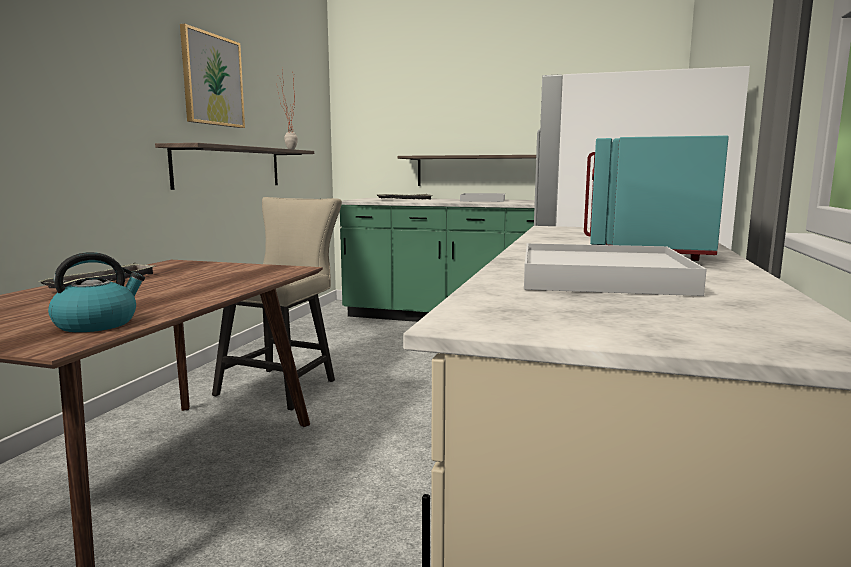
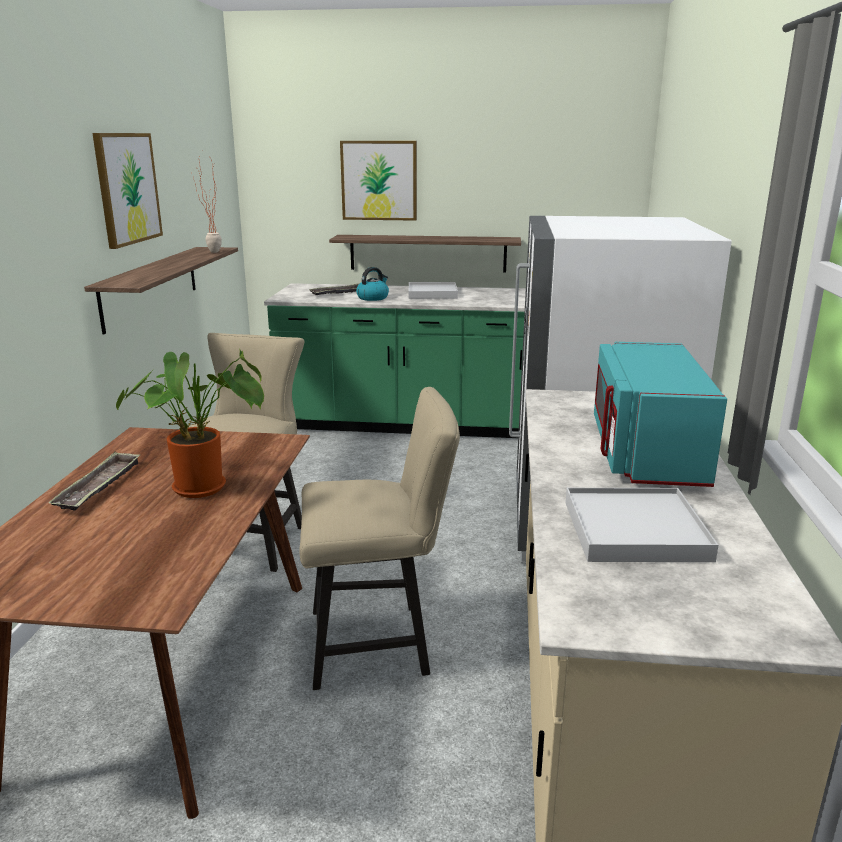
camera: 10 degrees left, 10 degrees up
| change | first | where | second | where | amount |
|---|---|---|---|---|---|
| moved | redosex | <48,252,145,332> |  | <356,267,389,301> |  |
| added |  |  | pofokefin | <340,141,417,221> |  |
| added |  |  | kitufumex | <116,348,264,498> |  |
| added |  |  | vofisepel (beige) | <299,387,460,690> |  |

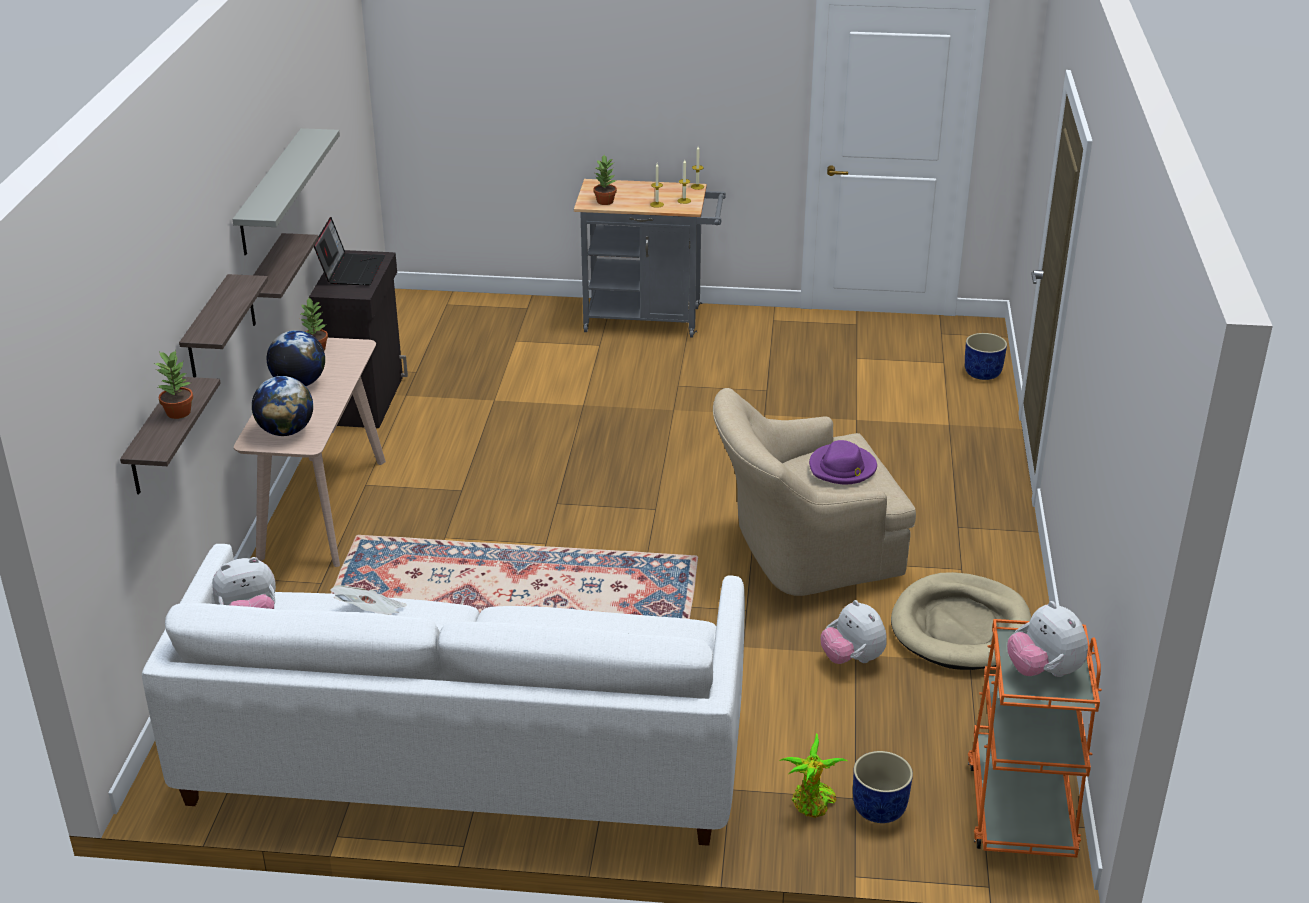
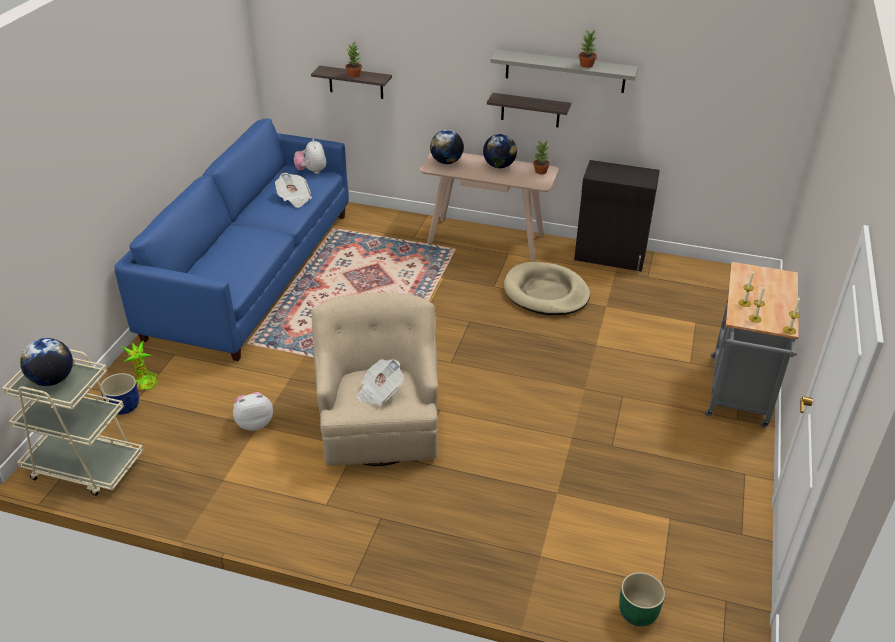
camera: 100 degrees right, 5 degrees up
| change | first | where | second | where | amount |
|---|---|---|---|---|---|
| moved | kitufumex | <593,155,617,205> |  | <579,30,597,68> |  |
| removed | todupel | <314,217,385,285> |  |  |  |
| removed | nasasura | <179,274,268,377> |  |  |  |
| recoloured | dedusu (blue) | <965,333,1007,380> | dedusu (green) | <619,572,665,627> |  |
| replaced | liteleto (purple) | <809,440,877,484> | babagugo | <356,359,404,406> |  |
| recoloured | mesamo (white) | <142,544,745,846> | mesamo (blue) | <114,118,349,361> |  |
| moved | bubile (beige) | <891,572,1031,670> |  | <504,262,590,315> |  |
| replaced | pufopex | <1007,601,1088,677> | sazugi | <20,338,73,386> |  |
| recoloured | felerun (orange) | <968,619,1102,858> | felerun (beige) | <2,349,144,496> |  |

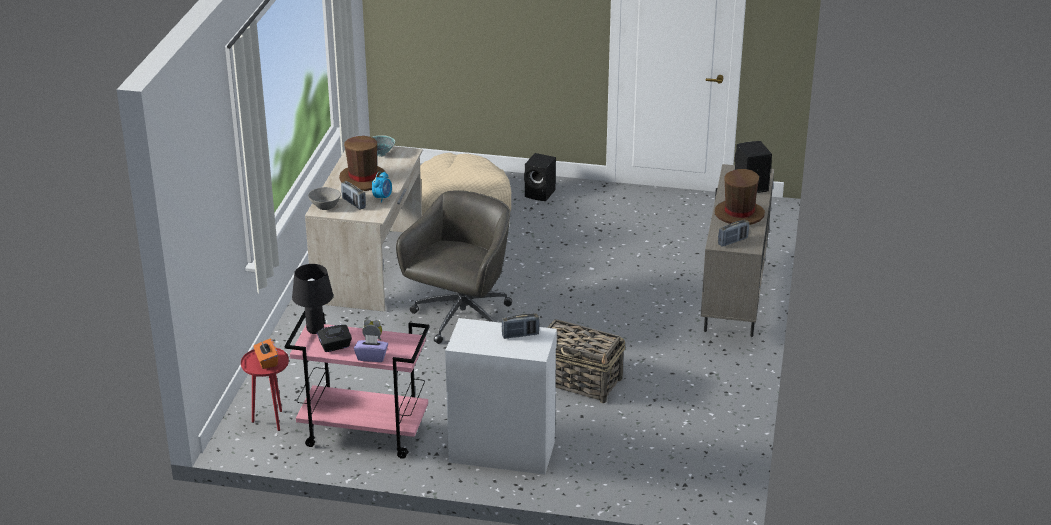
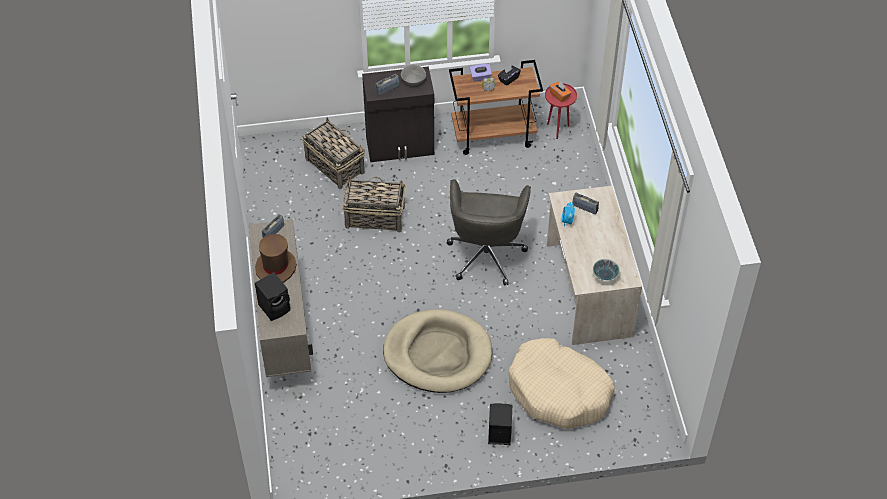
camera: 160 degrees right, 20 degrees up
| change | first | where | second | where | amount |
|---|---|---|---|---|---|
| removed | liteleto (brown) | <339,136,386,191> |  |  |  |
| moved | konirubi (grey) | <308,187,341,210> |  | <401,65,426,85> |  |
| removed | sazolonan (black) | <292,264,333,334> |  |  |  |
| recoloured | felerun (pink) | <285,311,430,459> | felerun (brown) | <449,60,543,155> |  |
| recoloured | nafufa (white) | <445,318,557,475> | nafufa (black) | <362,66,434,162> |  |
| added |  |  | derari | <302,117,365,189> |  |
| added |  |  | bubile (beige) | <383,309,492,393> |  |

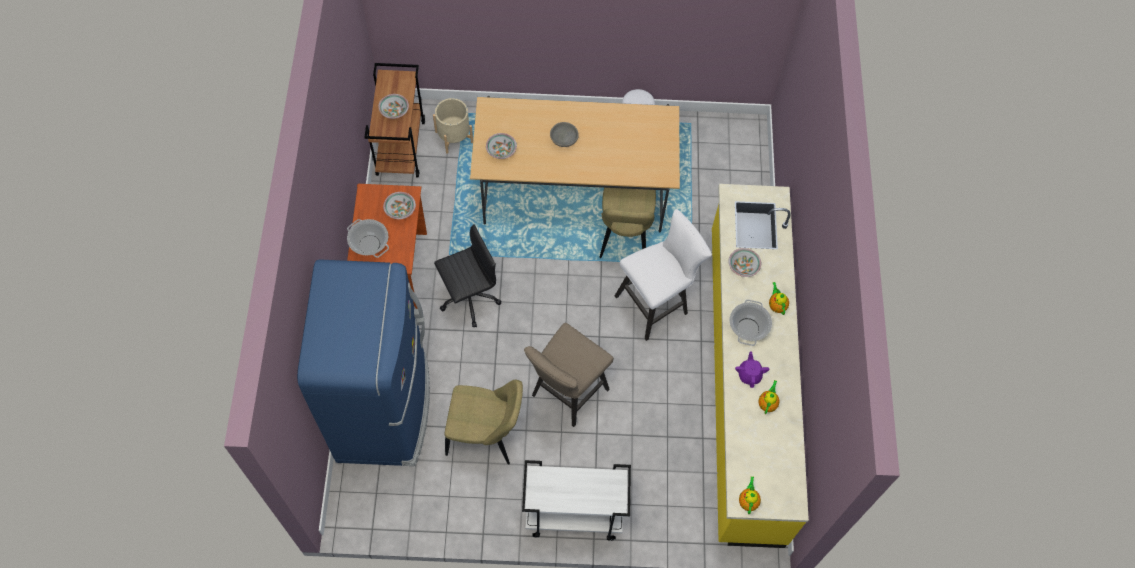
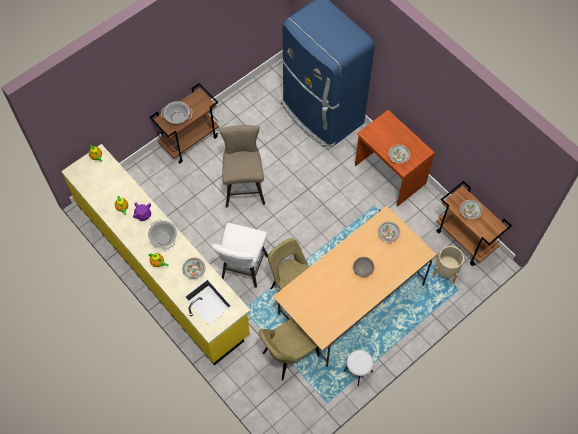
camera: 140 degrees right, 0 degrees up
| change | first | where | second | where | amount |
|---|---|---|---|---|---|
| moved | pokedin | <347,219,389,258> |  | <161,101,192,124> |  |
| removed | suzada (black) | <434,224,501,327> |  |  |  |
| moved | vofisepel (beige) | <445,380,523,465> |  | <259,318,320,381> |  |
| recoloured | felerun (white) | <522,460,631,541> | felerun (brown) | <149,83,219,164> |  |

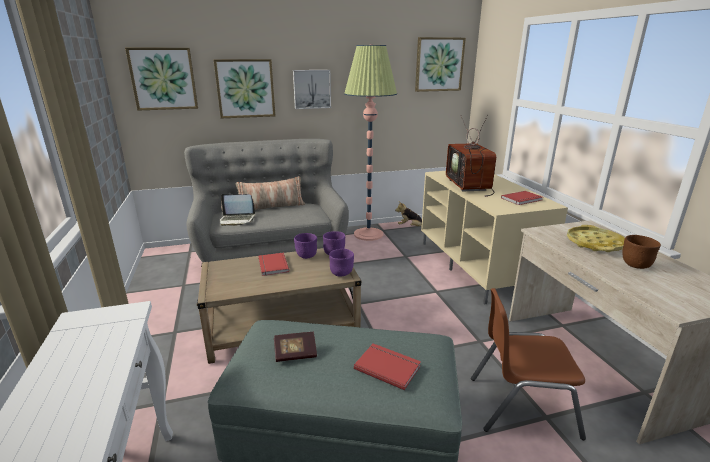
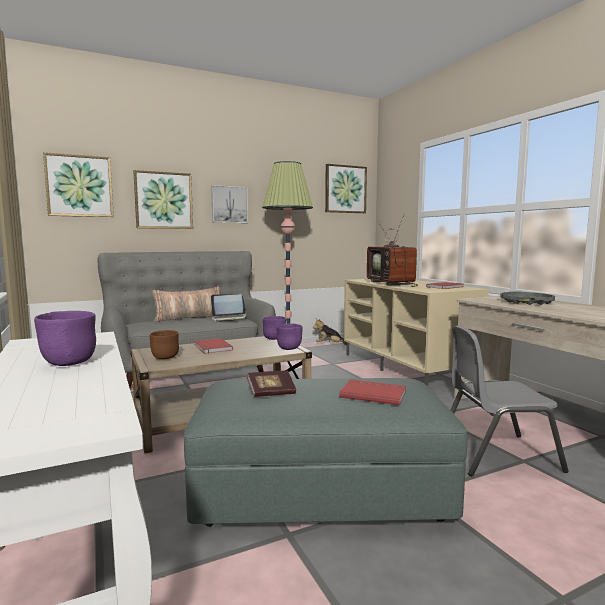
camera: 10 degrees left, 15 degrees down
| change | first | where | second | where | amount |
|---|---|---|---|---|---|
| moved | todupel | <220,194,255,226> |  | <211,294,247,322> |  |
| recoloured | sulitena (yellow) | <567,225,625,252> | sulitena (grey) | <500,291,555,305> |  |
| moved | konirubi (purple) | <294,233,317,259> |  | <34,311,96,366> |  |
| moved | konirubi (brown) | <622,235,661,269> |  | <150,330,179,359> |  |
| recoloured | vofisepel (brown) | <471,288,586,440> | vofisepel (grey) | <451,326,568,476> |  |

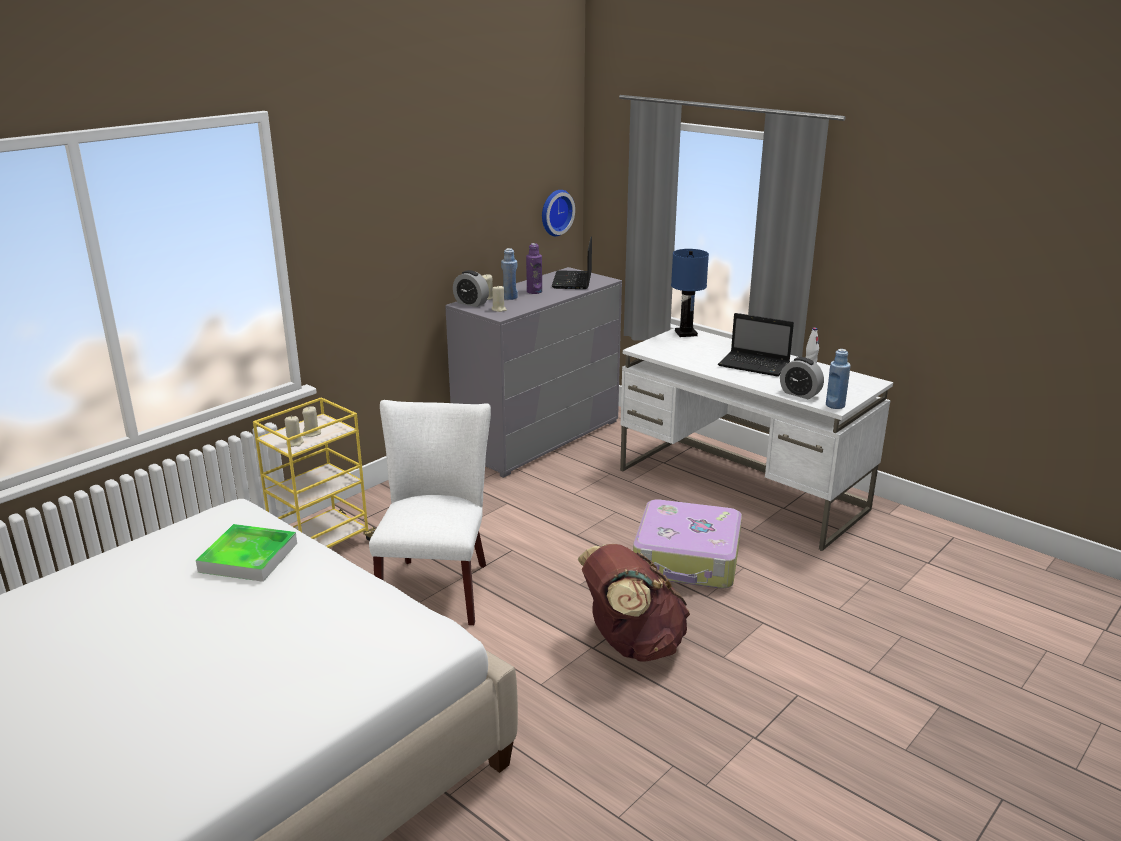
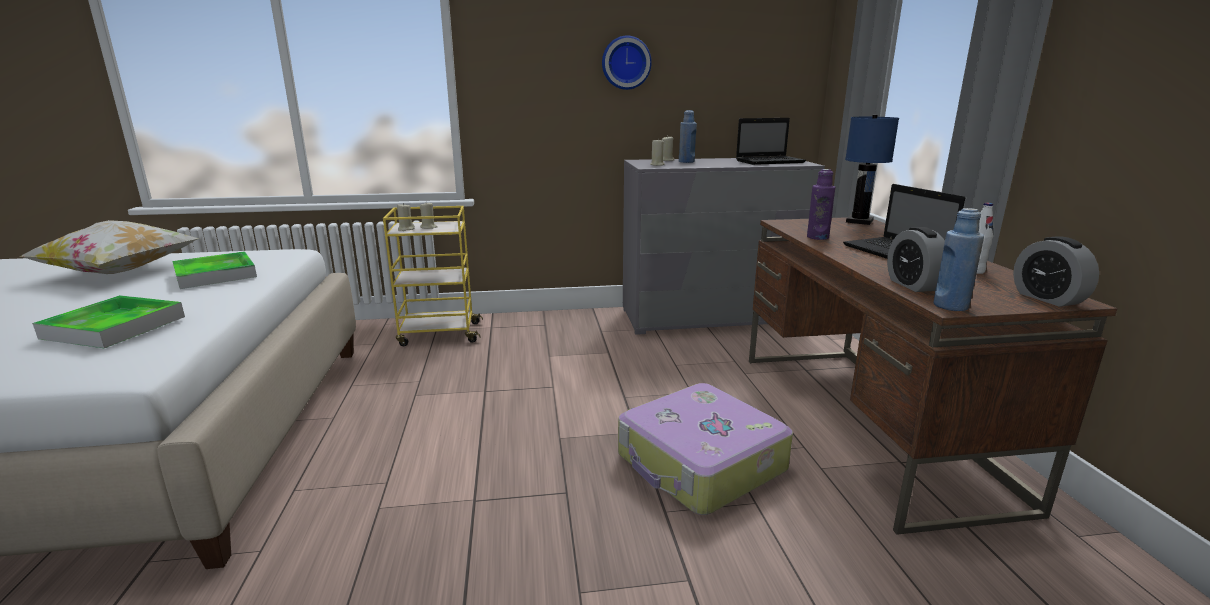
camera: 40 degrees right, 5 degrees down
| change | first | where | second | where | amount |
|---|---|---|---|---|---|
| moved | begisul | <542,190,575,236> |  | <602,36,652,90> |  |
| turned | todupel | <552,237,592,289> |  | <736,118,806,165> | 150 degrees counterclockwise |
| moved | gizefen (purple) | <526,243,542,294> |  | <807,169,836,240> |  |
| moved | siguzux | <453,270,489,307> |  | <1013,236,1099,307> |  |
| recoloured | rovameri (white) | <620,326,893,551> | rovameri (brown) | <749,217,1117,535> |  |
| removed | vofisepel (white) | <369,400,491,625> |  |  |  |
| removed | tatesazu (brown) | <578,544,690,662> |  |  |  |
| added |  |  | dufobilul | <20,220,199,274> |  |
| added |  |  | sulitena | <32,295,185,348> |  |

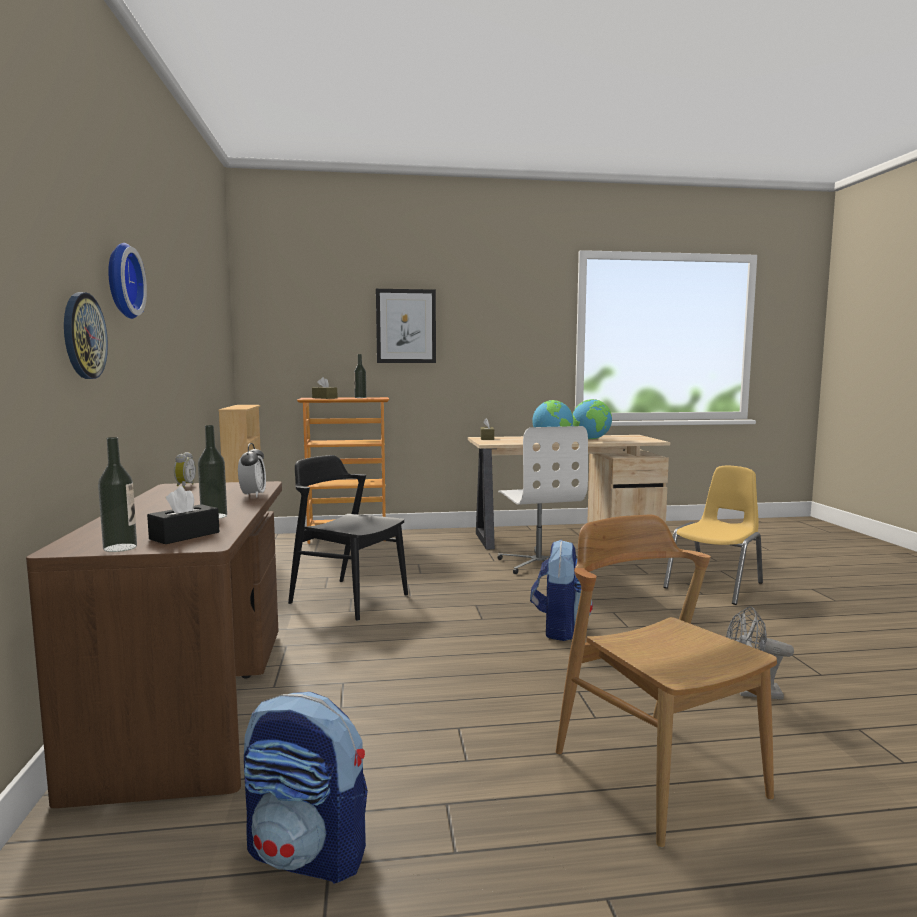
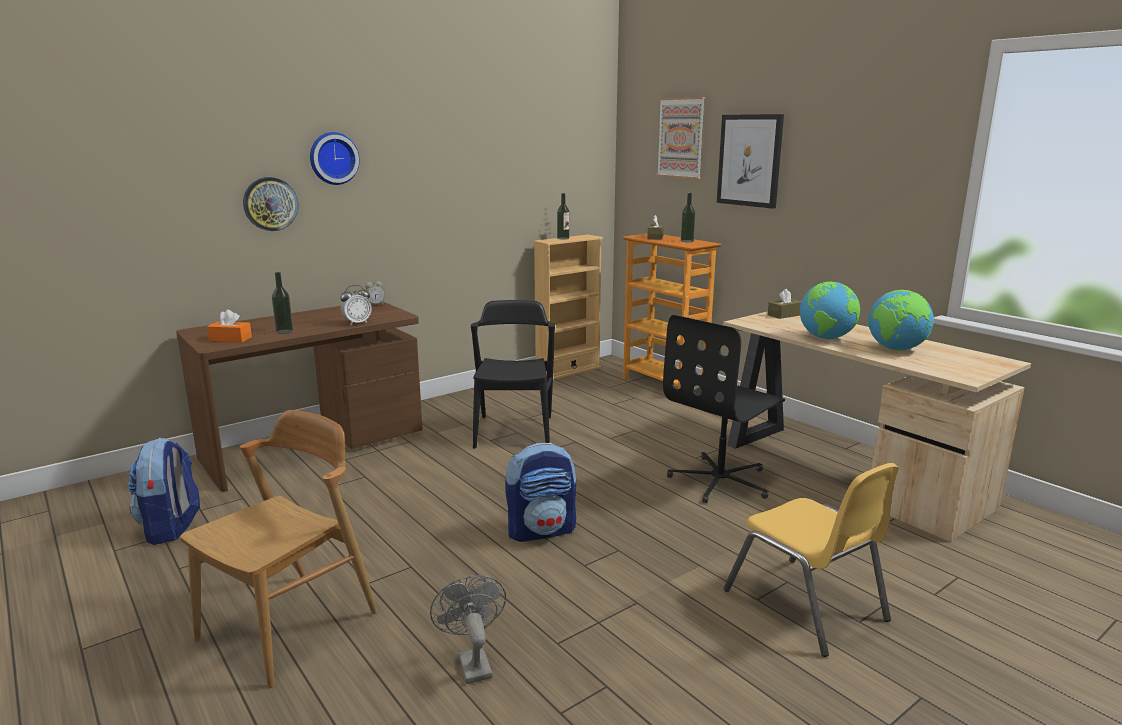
camera: 60 degrees right, 10 degrees up
| change | first | where | second | where | amount |
|---|---|---|---|---|---|
| recoloured | suzada (white) | <497,426,588,574> | suzada (black) | <663,315,785,503> |  |
| moved | gizefen | <98,437,137,552> |  | <557,193,569,239> |  |
| turned | vofisepel (yellow) | <663,466,763,605> |  | <723,463,899,657> | 45 degrees clockwise |
| recoloured | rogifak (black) | <147,486,219,544> | rogifak (orange) | <207,310,252,342> |  |
| added |  |  | pofokefin | <657,97,705,179> |  |

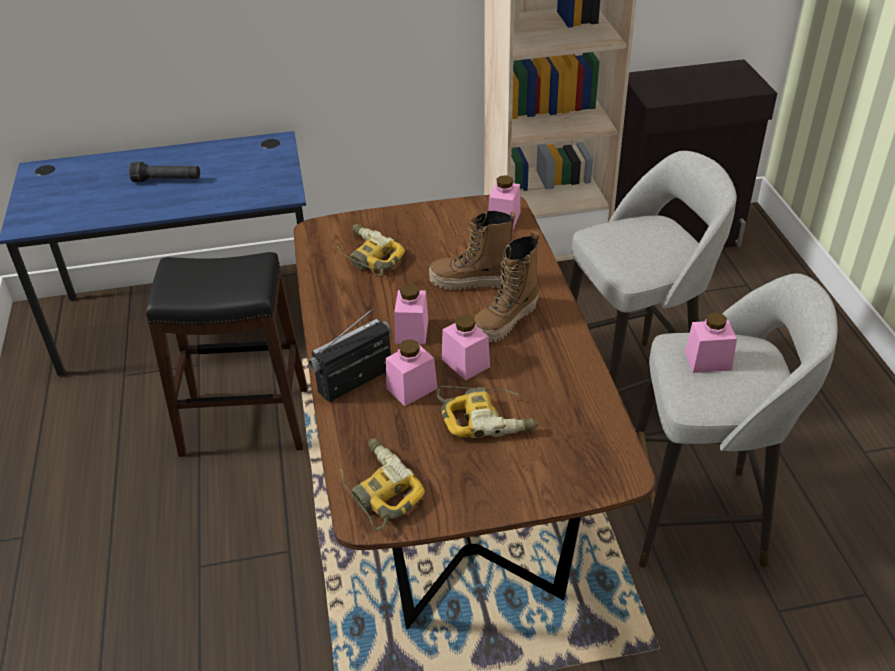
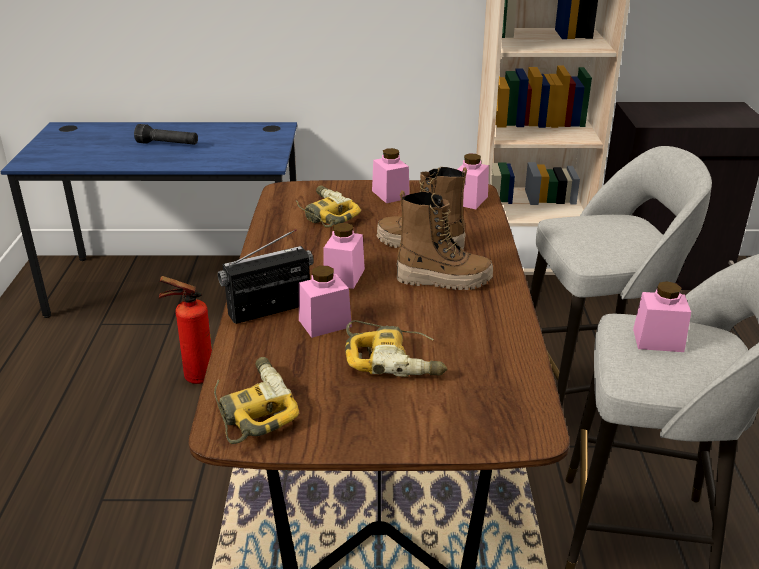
camera: 10 degrees right, 10 degrees down
| change | first | where | second | where | amount |
|---|---|---|---|---|---|
| turned | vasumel | <474,231,540,343> |  | <396,191,493,290> | 135 degrees counterclockwise |
| replaced | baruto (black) | <146,252,308,457> | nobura | <159,276,212,384> |  |
| moved | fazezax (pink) | <442,314,490,380> |  | <372,148,410,203> |  |

